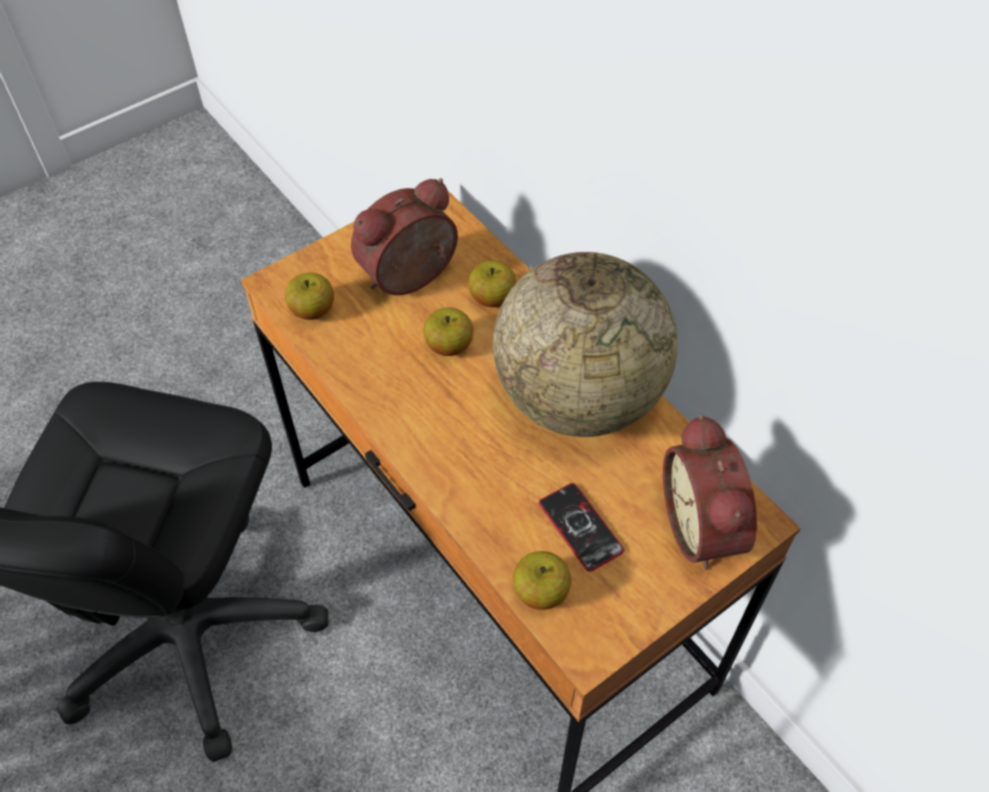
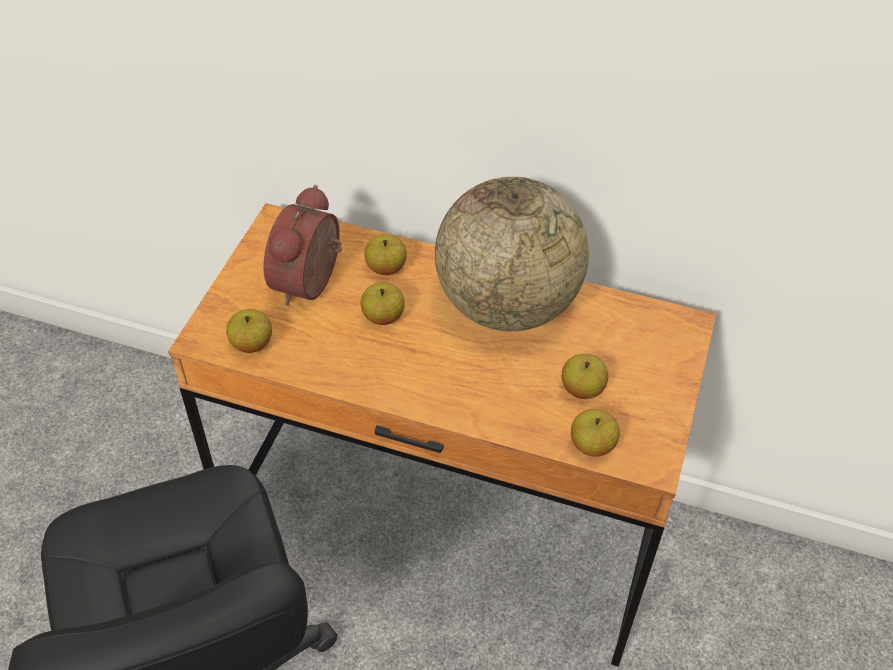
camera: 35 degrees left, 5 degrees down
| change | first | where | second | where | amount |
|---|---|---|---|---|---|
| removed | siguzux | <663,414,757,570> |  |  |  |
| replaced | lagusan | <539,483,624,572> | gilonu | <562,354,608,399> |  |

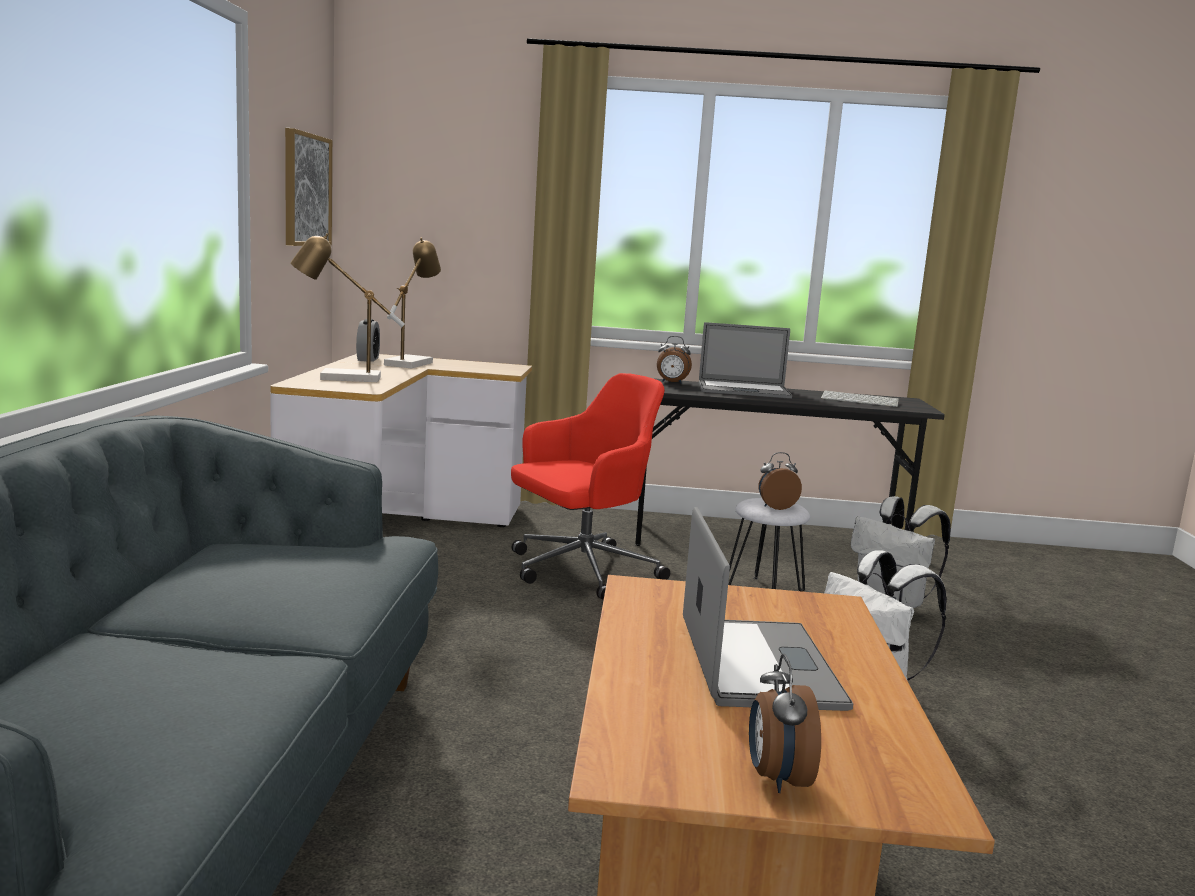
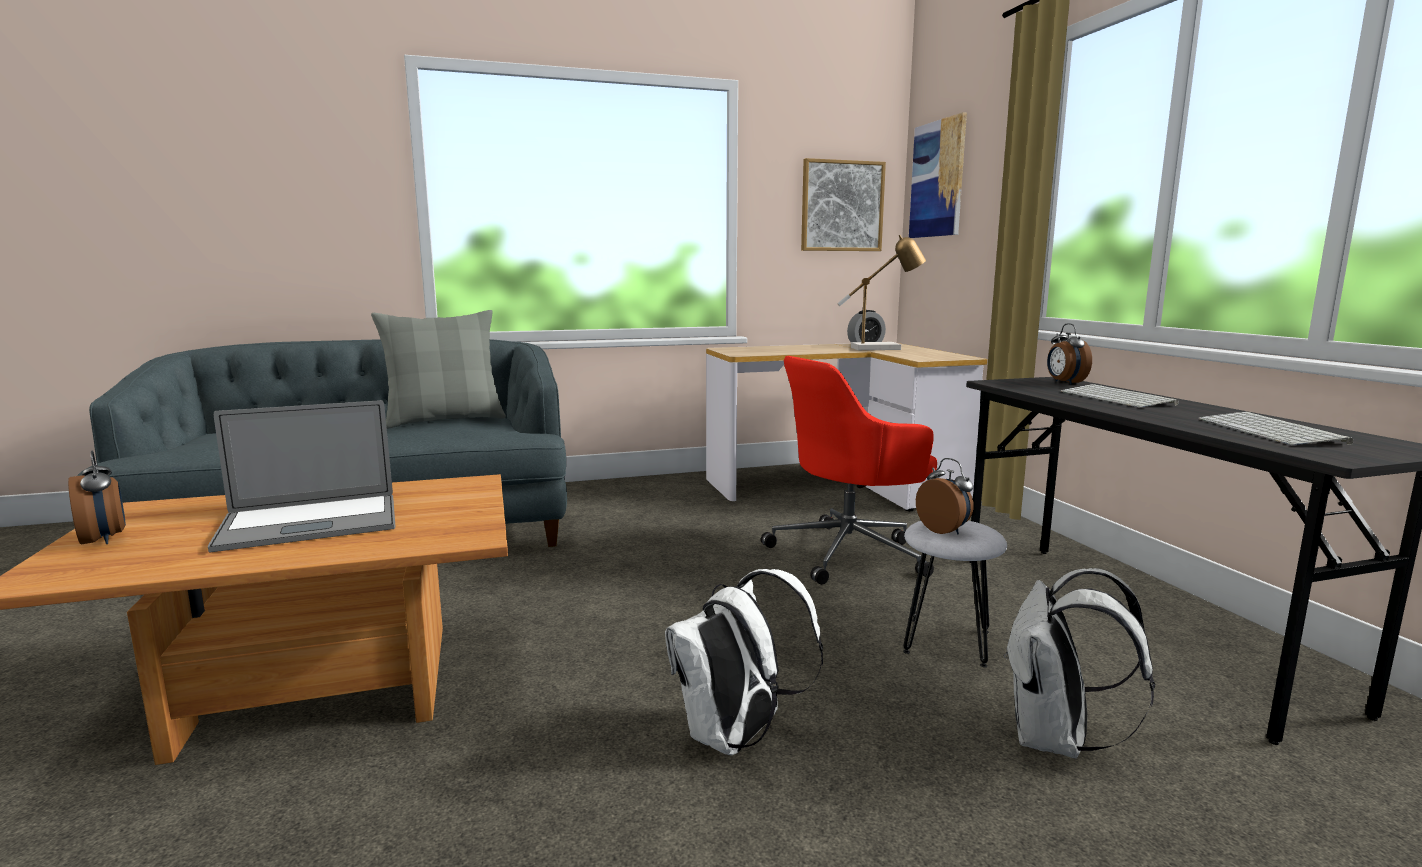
camera: 70 degrees right, 0 degrees up
| change | first | where | second | where | amount |
|---|---|---|---|---|---|
| removed | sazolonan | <290,234,405,382> |  |  |  |
| replaced | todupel | <699,322,792,399> | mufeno | <1061,384,1178,408> |  |
| turned | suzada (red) | <511,373,670,600> |  | <761,356,937,585> | 120 degrees clockwise |
| turned | siguzux | <749,654,821,793> |  | <68,451,126,544> | 75 degrees clockwise |
| added |  |  | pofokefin | <909,112,967,238> |  |
| added |  |  | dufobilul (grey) | <371,310,506,429> |  |

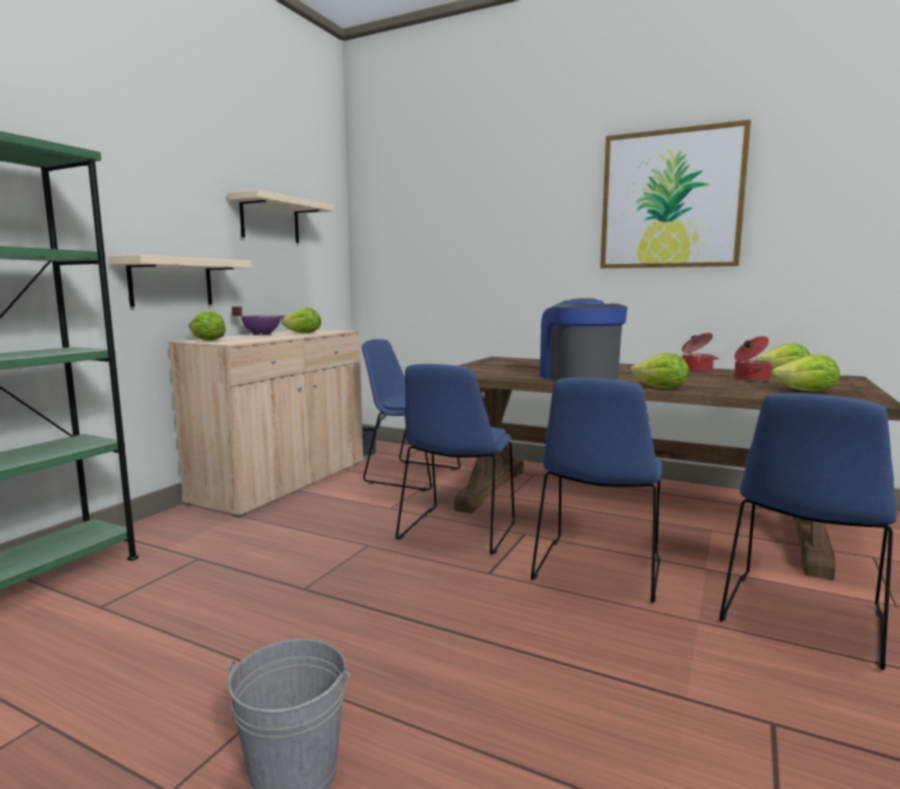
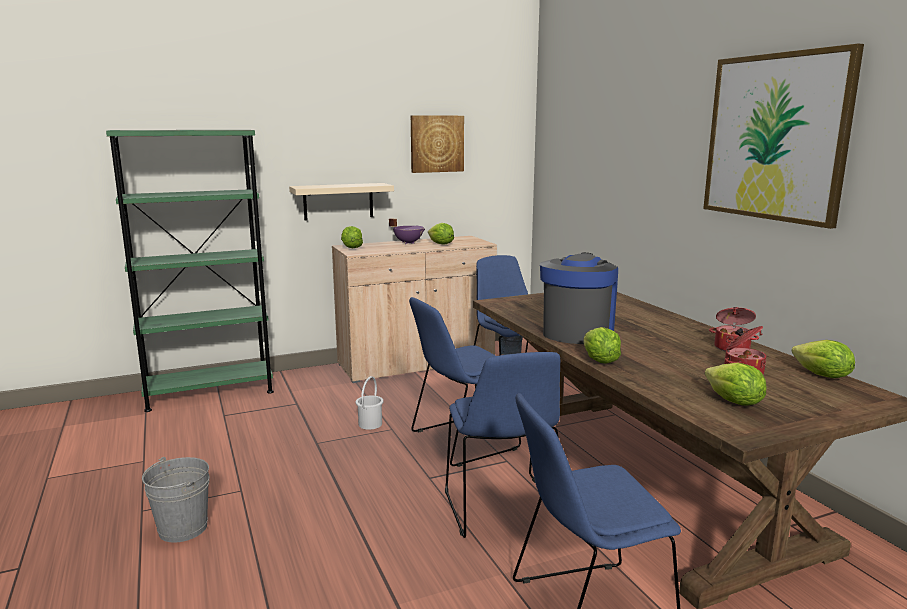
camera: 40 degrees right, 5 degrees up
| change | first | where | second | where | amount |
|---|---|---|---|---|---|
| replaced | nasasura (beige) | <227,190,334,243> | pofokefin | <411,115,464,173> |  |
| turned | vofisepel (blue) | <531,378,662,603> |  | <445,352,560,538> | 75 degrees counterclockwise |
| added |  |  | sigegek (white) | <356,376,384,430> |  |

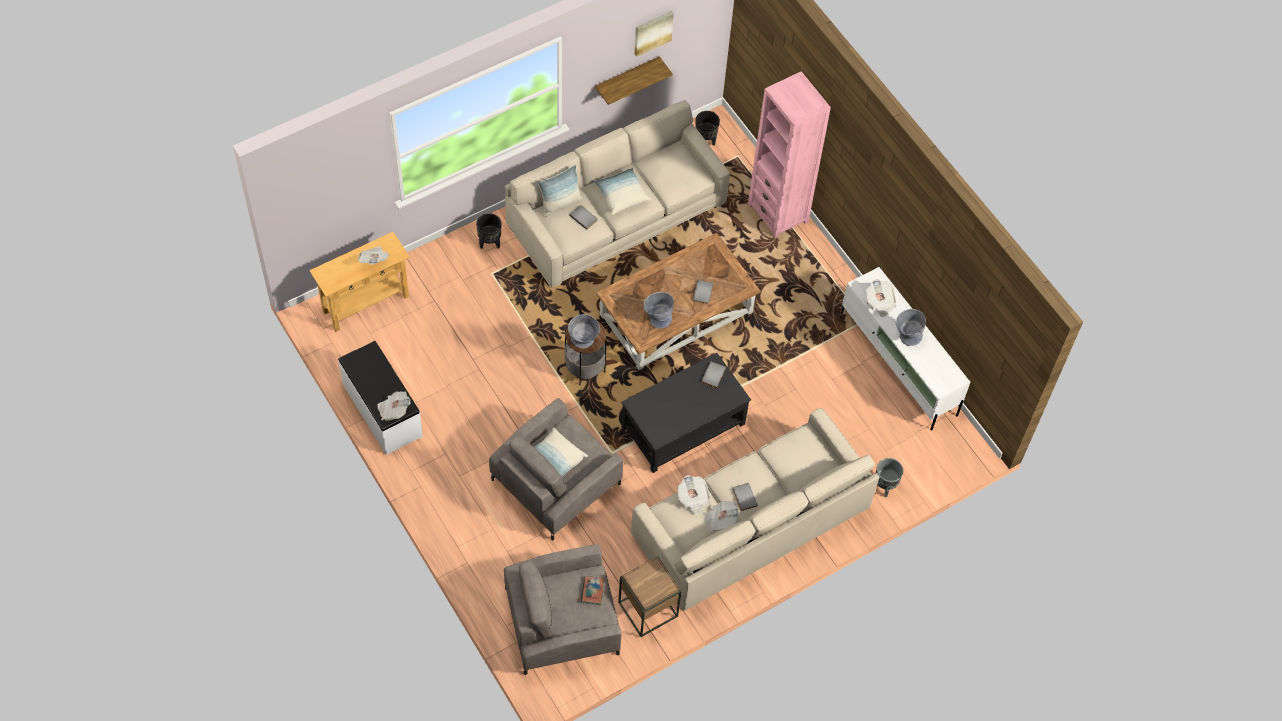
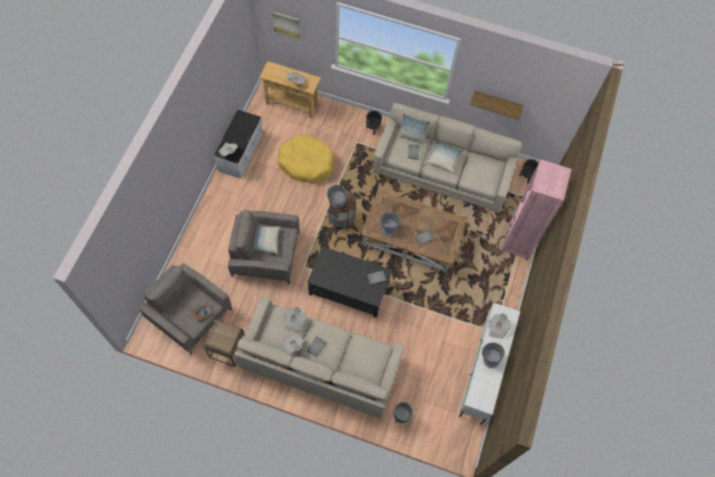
camera: 50 degrees right, 5 degrees up
| change | first | where | second | where | amount |
|---|---|---|---|---|---|
| moved | pofokefin | <635,11,674,57> |  | <272,11,300,39> |  |
| added |  |  | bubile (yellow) | <277,135,334,183> |  |

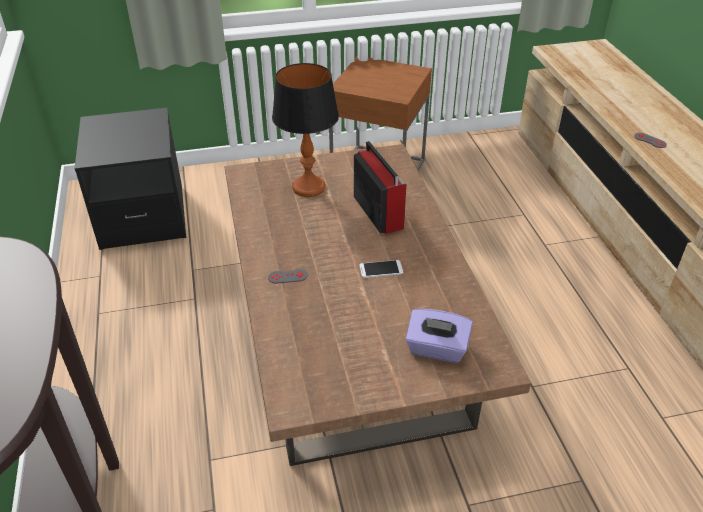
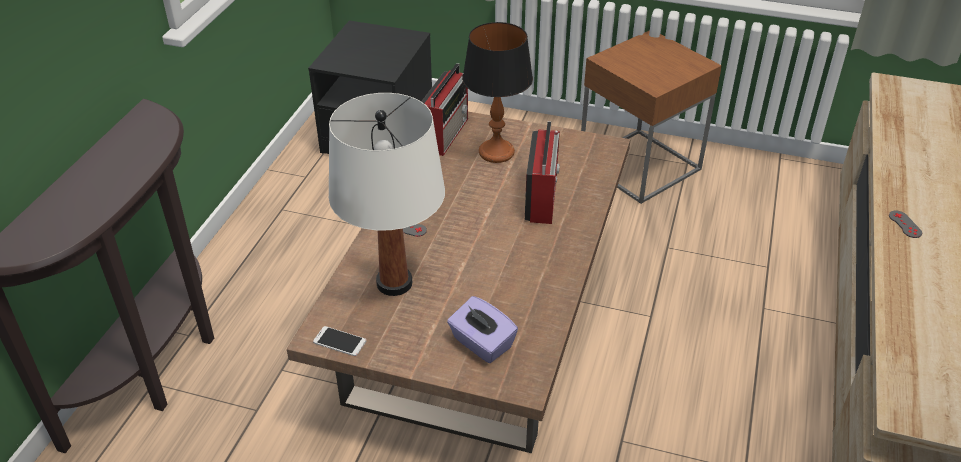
camera: 30 degrees right, 0 degrees up
| change | first | where | second | where | amount |
|---|---|---|---|---|---|
| moved | lagusan | <359,260,403,278> |  | <313,326,366,356> |  |
| added |  |  | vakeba | <421,63,468,156> |  |
| added |  |  | sazolonan (white) | <329,93,445,296> |  |

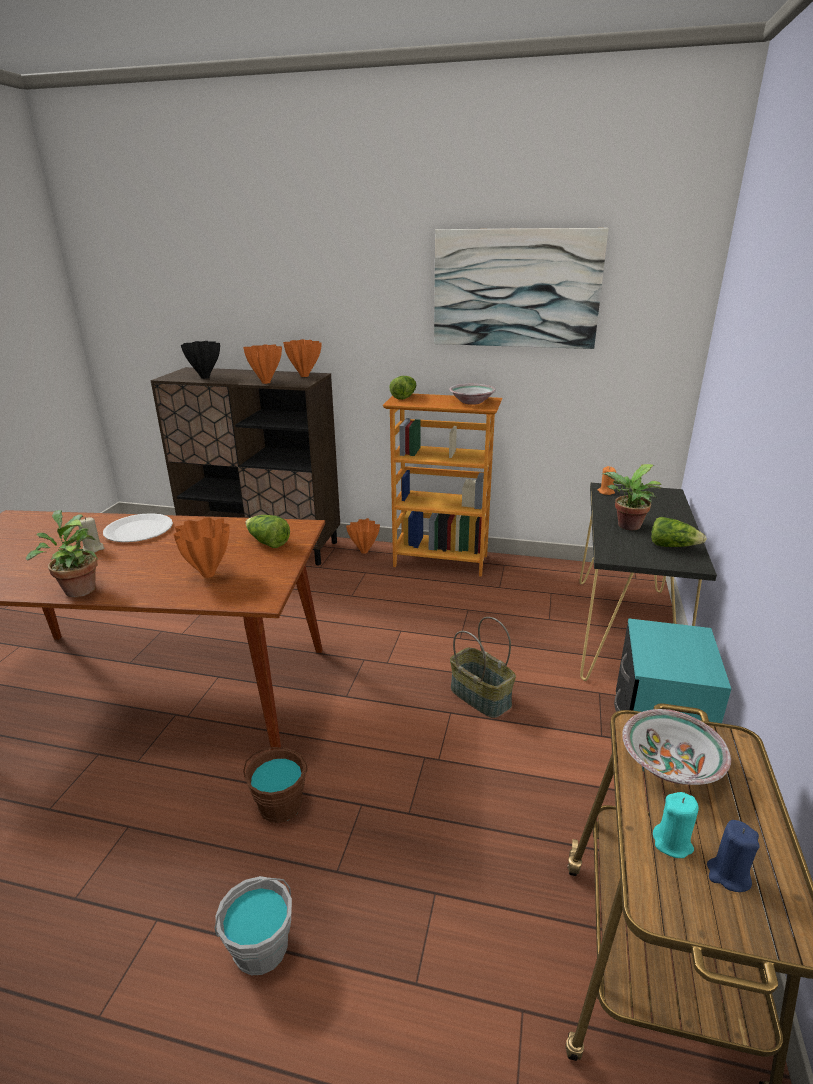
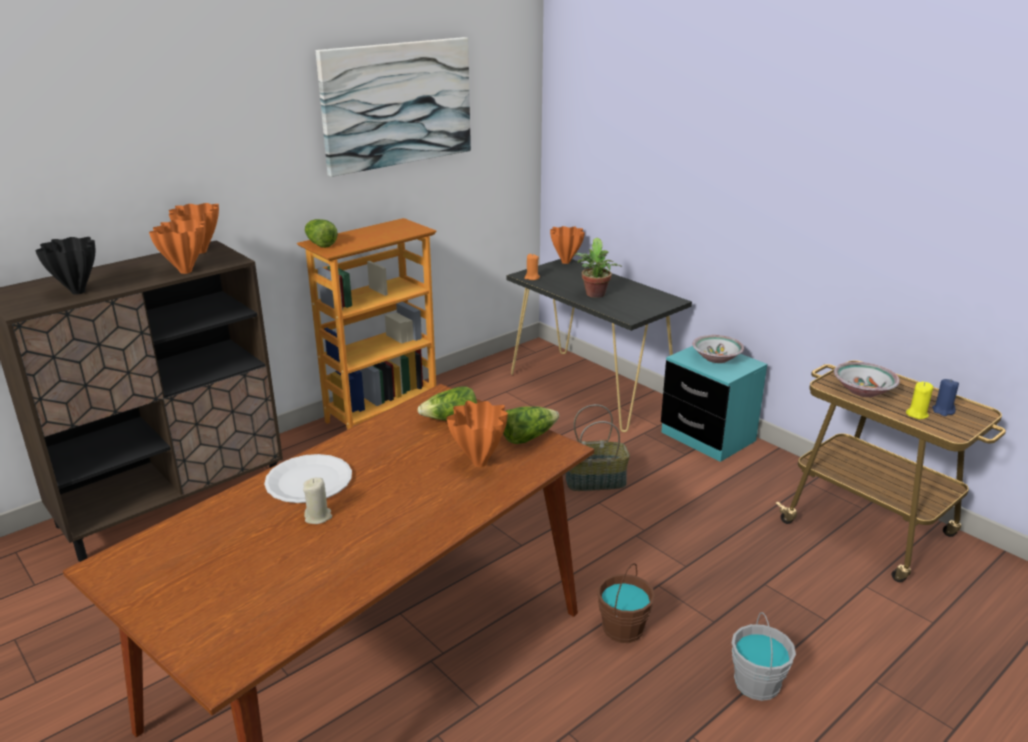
camera: 55 degrees left, 0 degrees up
| change | first | where | second | where | amount |
|---|---|---|---|---|---|
| moved | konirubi | <449,384,496,405> |  | <692,335,744,363> |  |
| removed | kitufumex | <26,510,98,597> |  |  |  |
| moved | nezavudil | <651,517,707,547> |  | <503,406,559,444> |  |
| moved | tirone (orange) | <346,518,380,554> |  | <550,226,585,264> |  |
| recoloured | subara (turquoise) | <653,792,699,858> | subara (yellow) | <906,382,933,419> |  |

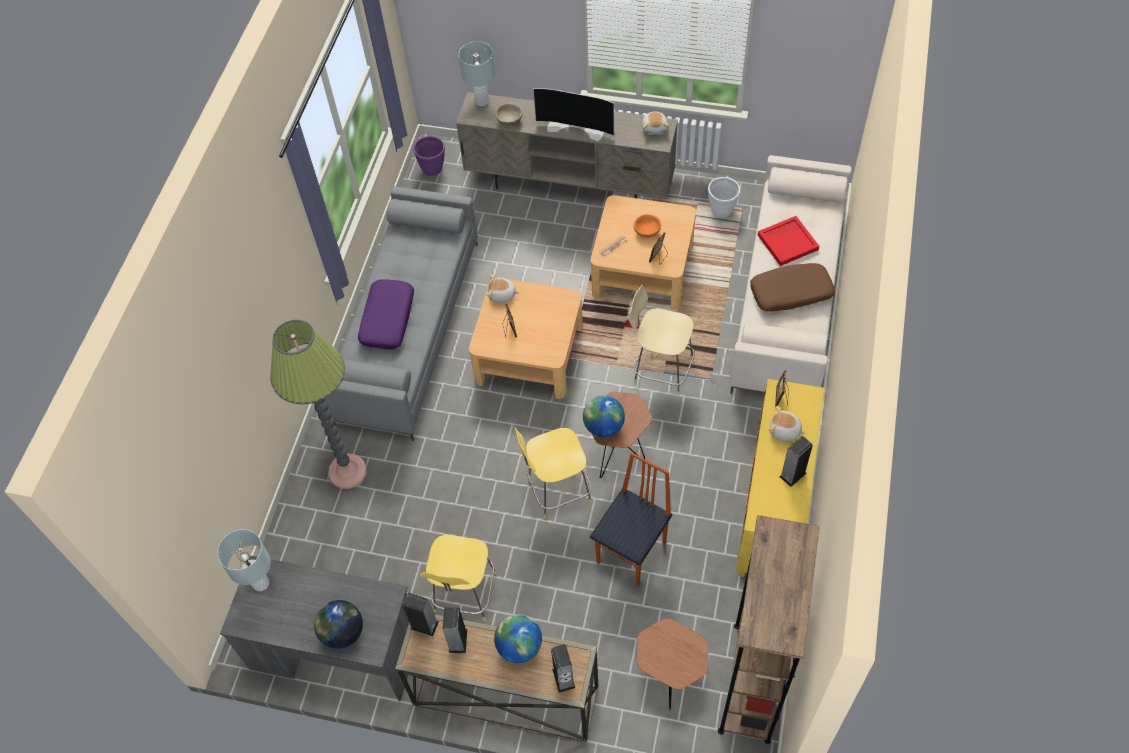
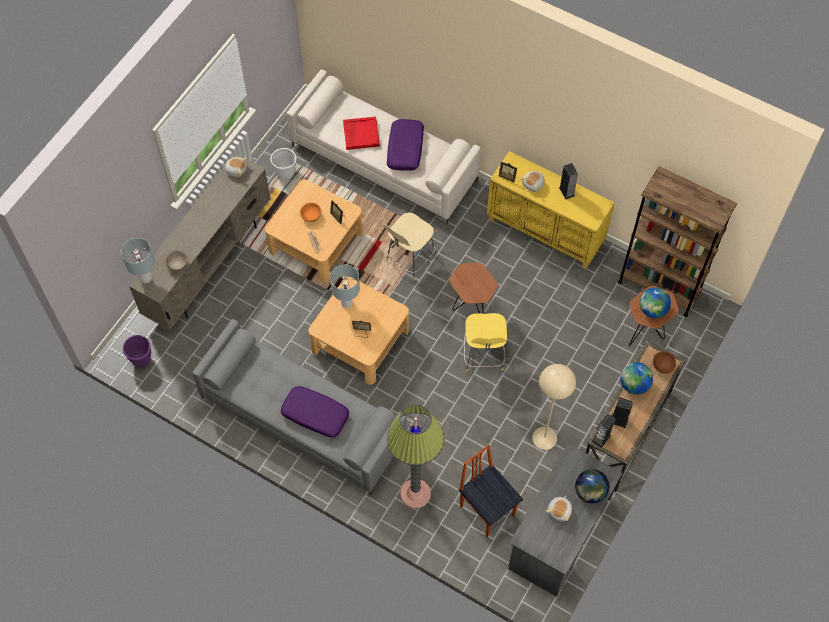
camera: 75 degrees left, 5 degrees up
| change | first | where | second | where | amount |
|---|---|---|---|---|---|
| removed | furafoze | <533,88,614,141> |  |  |  |
| recoloured | dufobilul (brown) | <750,263,835,312> | dufobilul (purple) | <387,119,424,171> |  |
| moved | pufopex | <487,275,520,303> |  | <546,496,572,522> |  |
| moved | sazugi | <583,396,625,437> |  | <640,287,671,318> |  |
| moved | vofisepel | <590,452,672,586> |  | <459,444,523,538> |  |
| moved | sazolonan (grey) | <217,529,271,591> |  | <330,264,360,308> |  |
| replaced | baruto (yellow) | <420,535,496,621> | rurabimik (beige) | <532,364,576,450> |  |
| replaced | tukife | <551,644,575,693> | konirubi (brown) | <653,351,676,374> |  |

